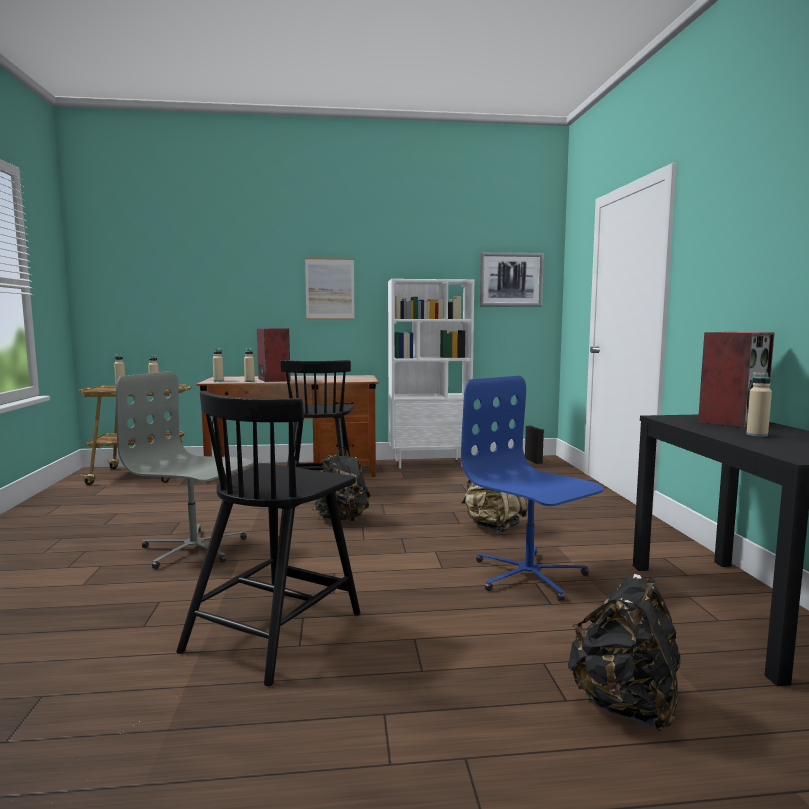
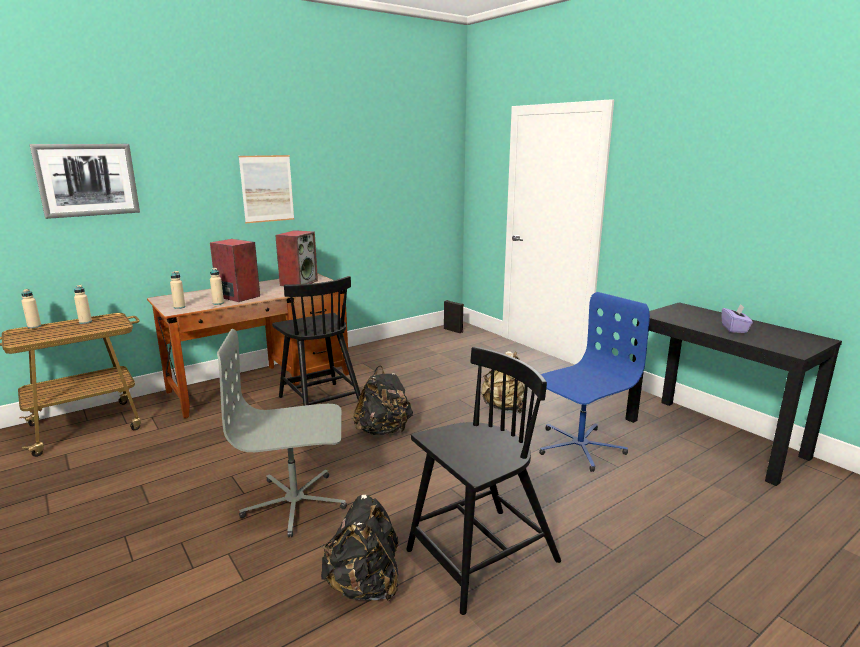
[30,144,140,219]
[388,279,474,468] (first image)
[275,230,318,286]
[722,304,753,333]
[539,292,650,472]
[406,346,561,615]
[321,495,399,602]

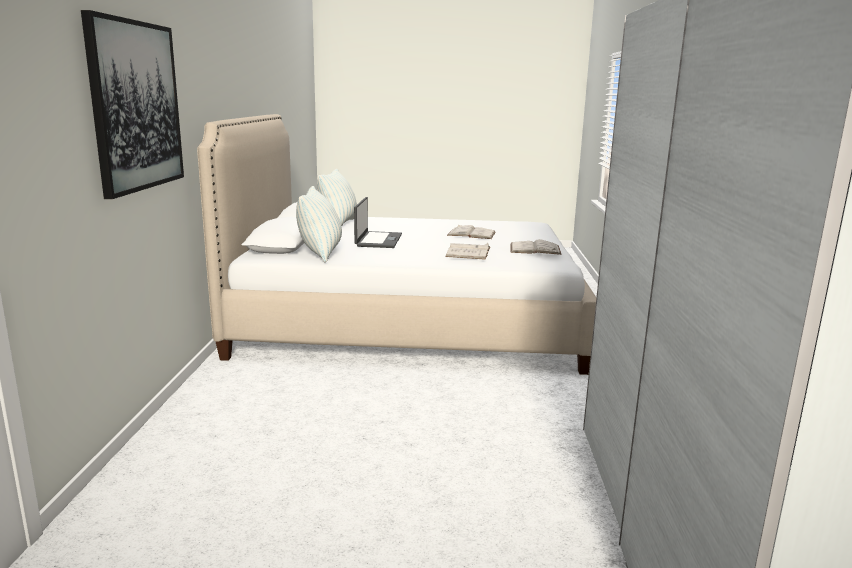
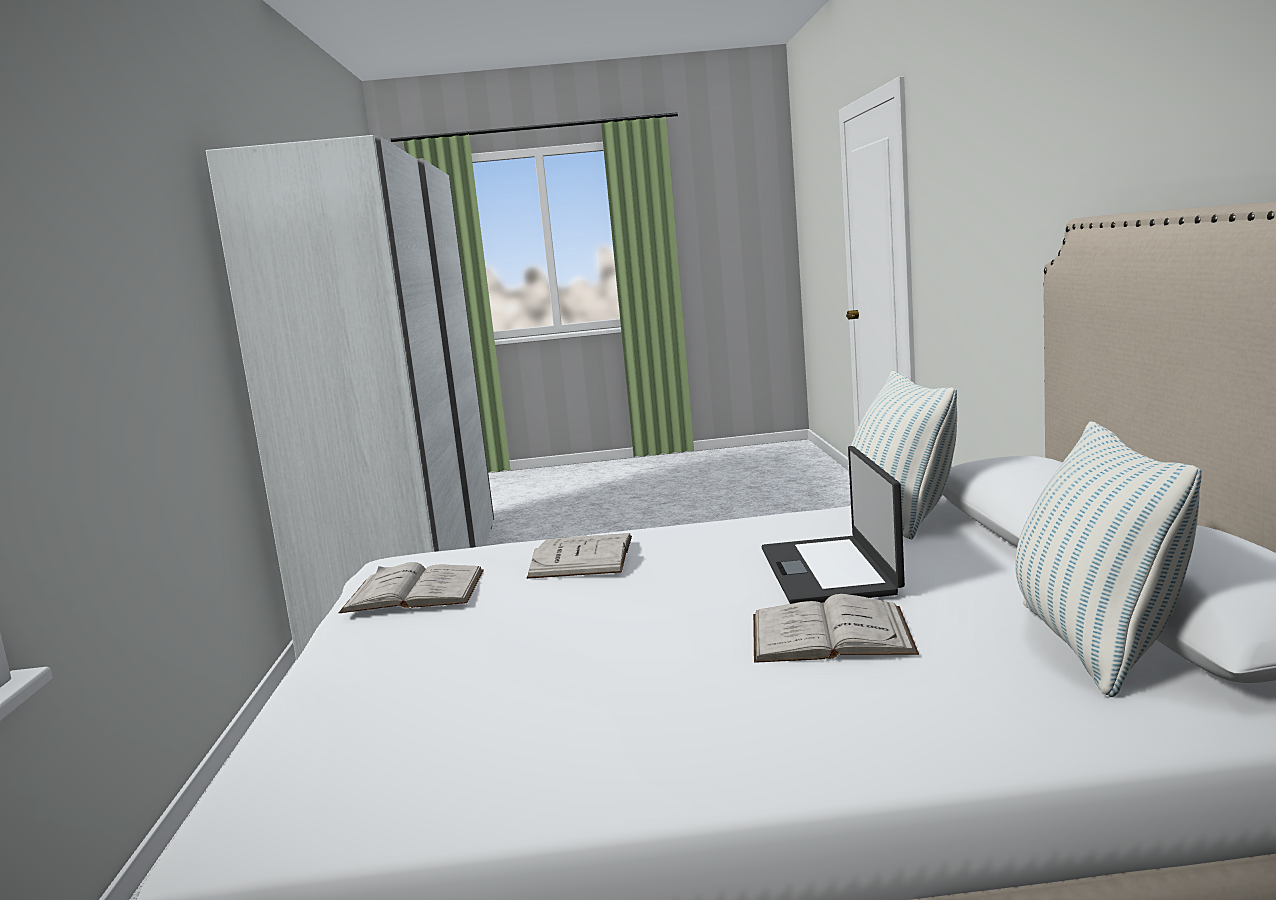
[81,10,184,199] (first image)
[753,594,919,663]

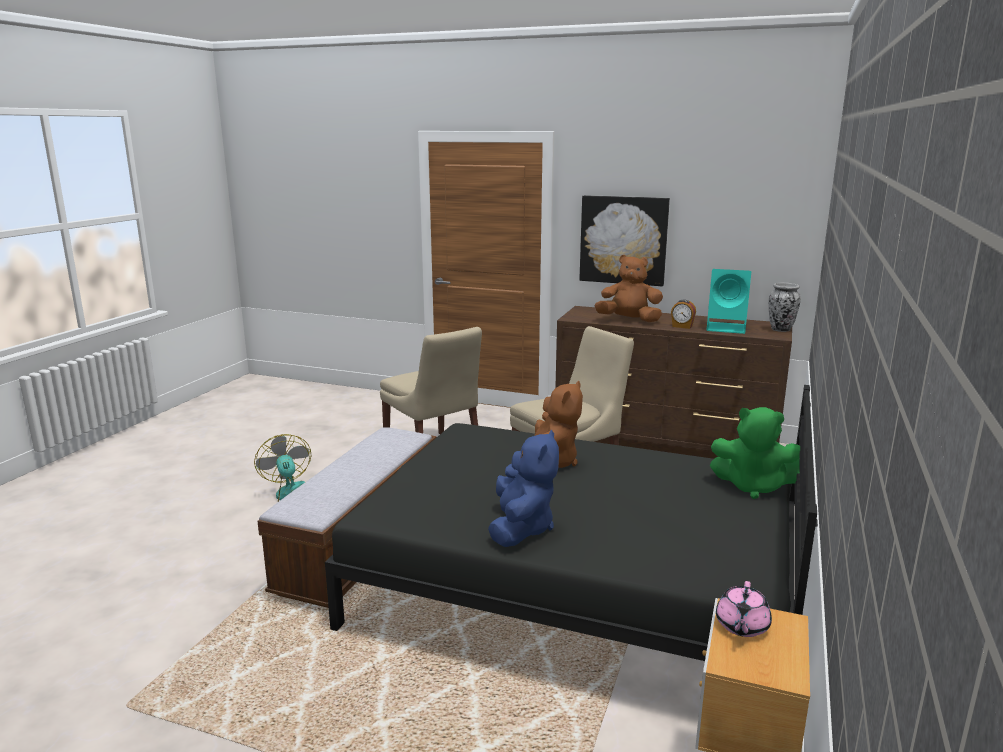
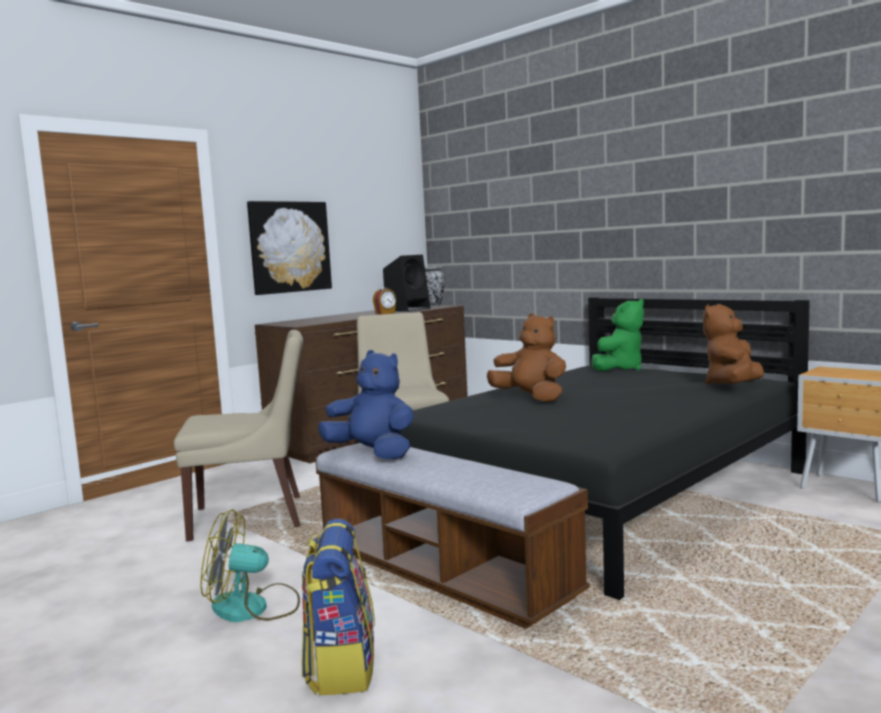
[703,304,764,384]
[383,255,431,312]
[318,350,414,459]
[716,581,772,637] (first image)
[302,519,375,695]

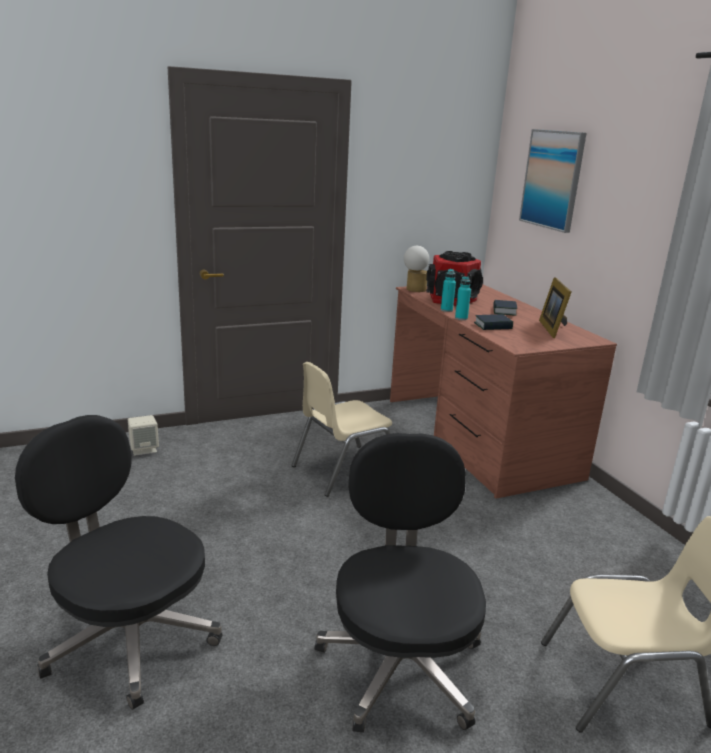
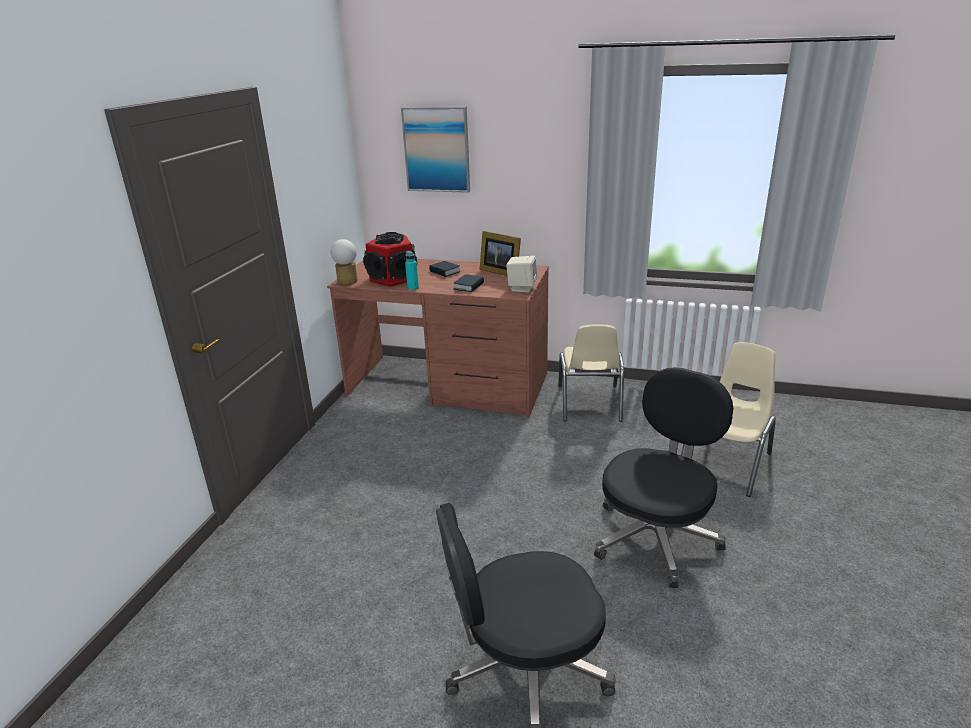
[455,276,471,320] (first image)
[558,324,624,422]
[506,256,537,292]
[594,367,733,588]

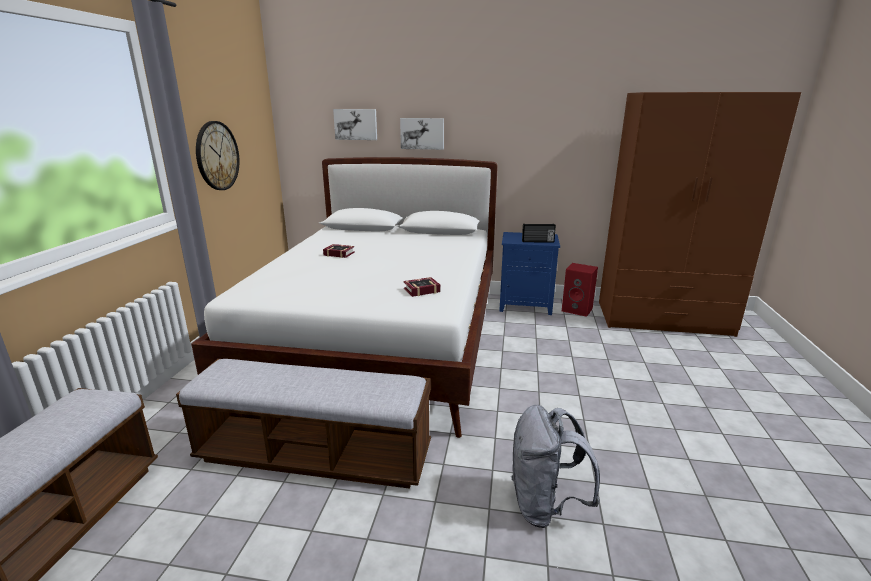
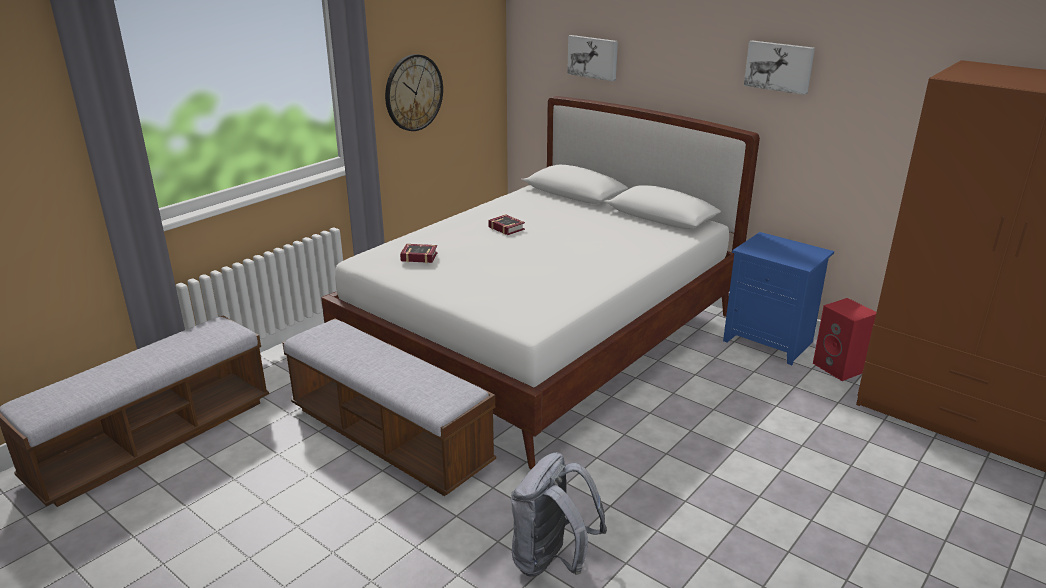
[744,40,815,95]
[522,224,556,242] (first image)
[400,244,438,263]

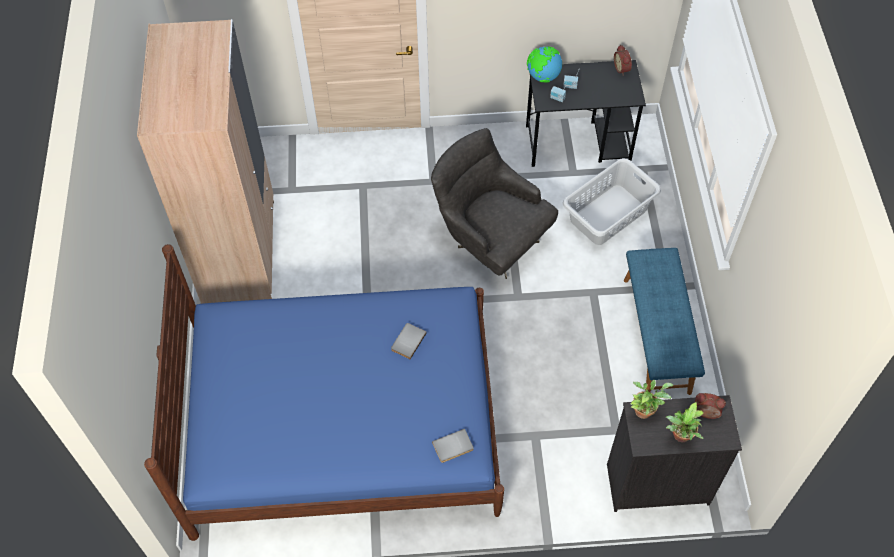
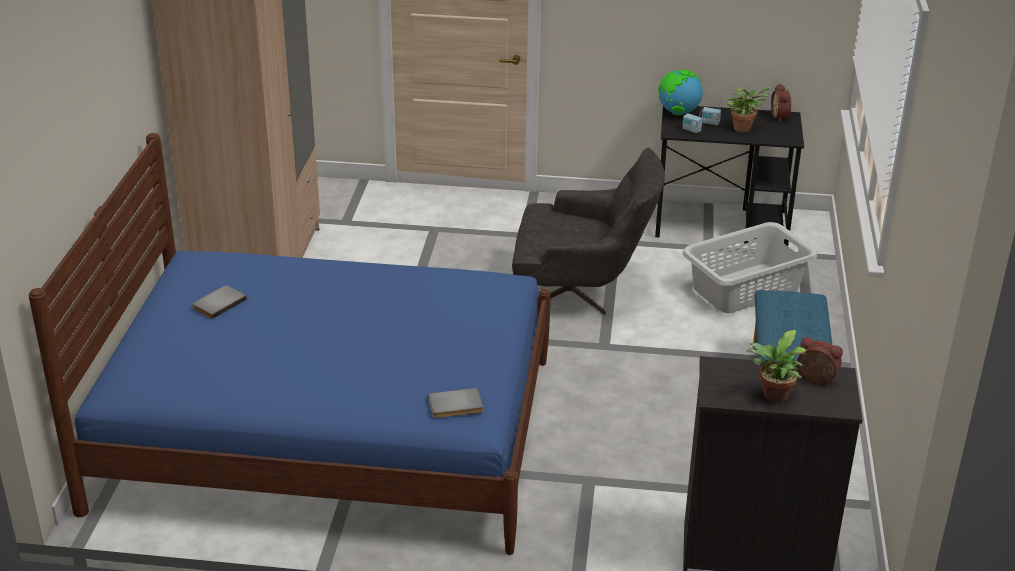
[512,148,665,315]
[192,285,247,319]
[727,87,772,132]

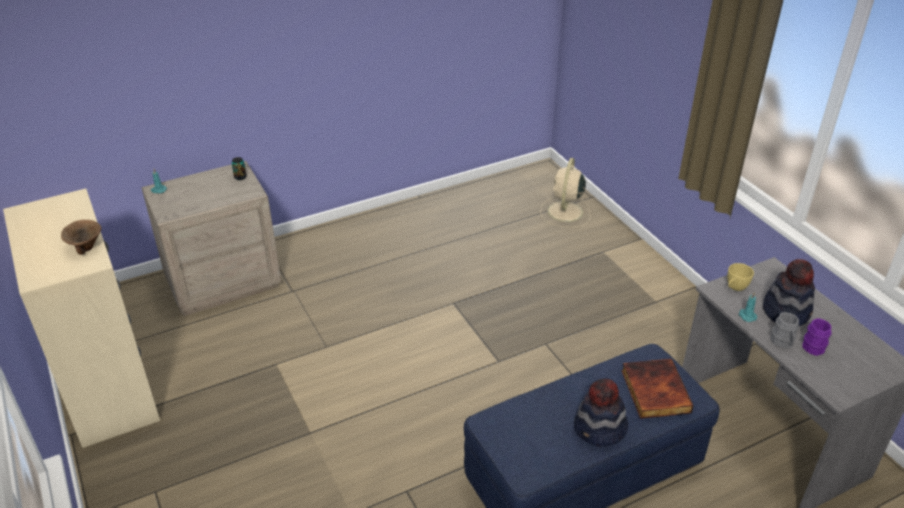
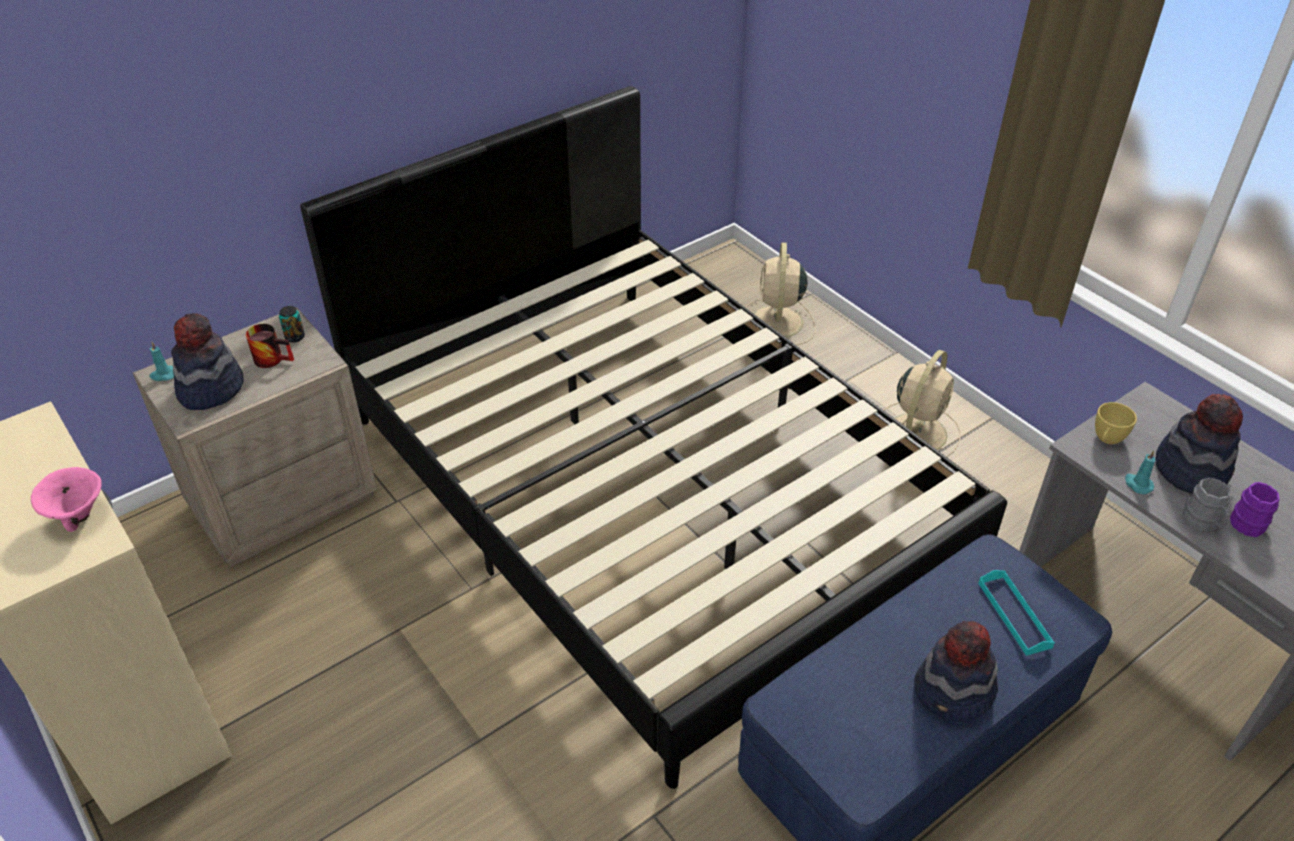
[31,467,102,532]
[978,570,1055,656]
[300,86,1007,789]
[171,313,244,410]
[246,324,294,368]
[884,350,961,457]

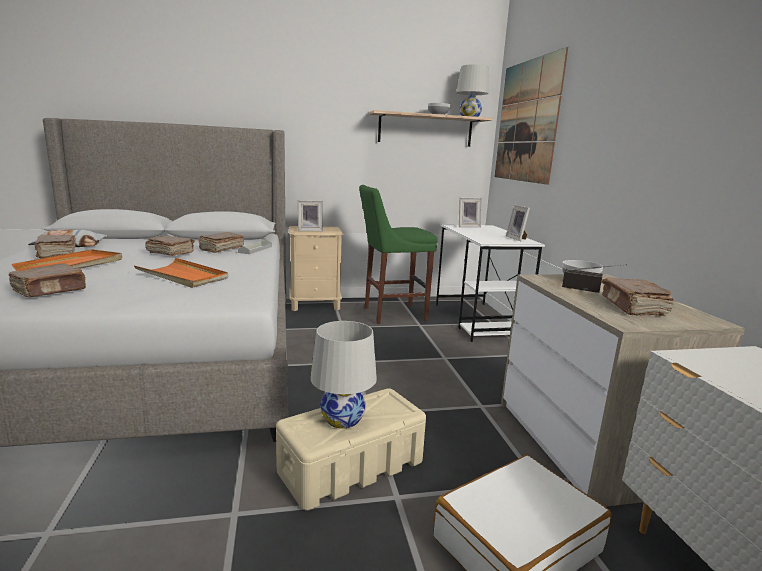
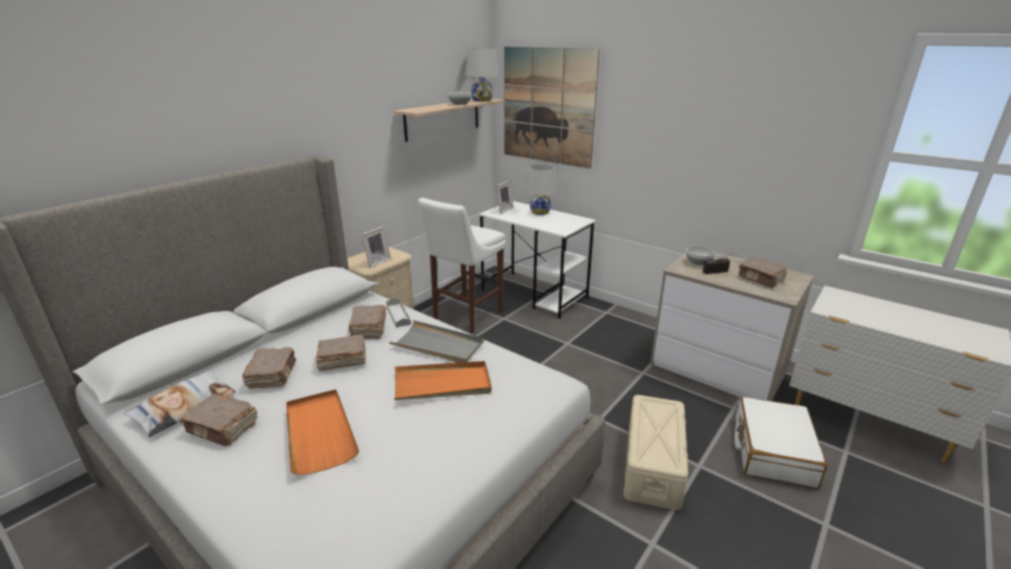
[418,198,506,333]
[506,204,530,241] (first image)
[242,347,296,389]
[525,164,557,215]
[389,320,484,363]

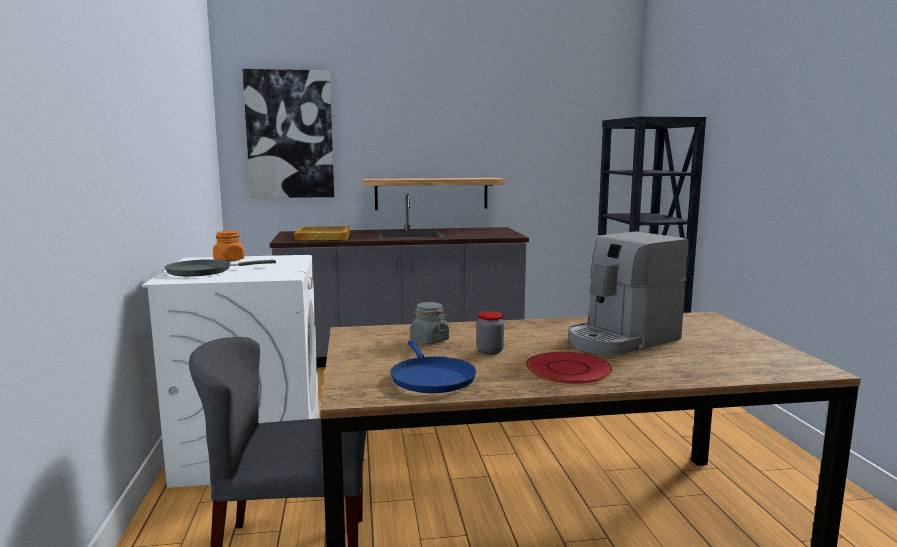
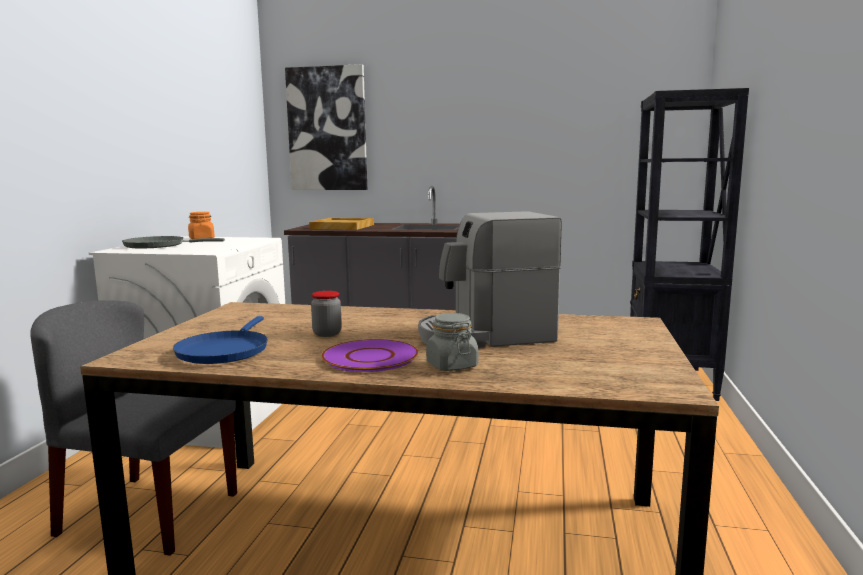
[363,178,505,210] (first image)
[426,313,478,371]
[321,339,419,372]

